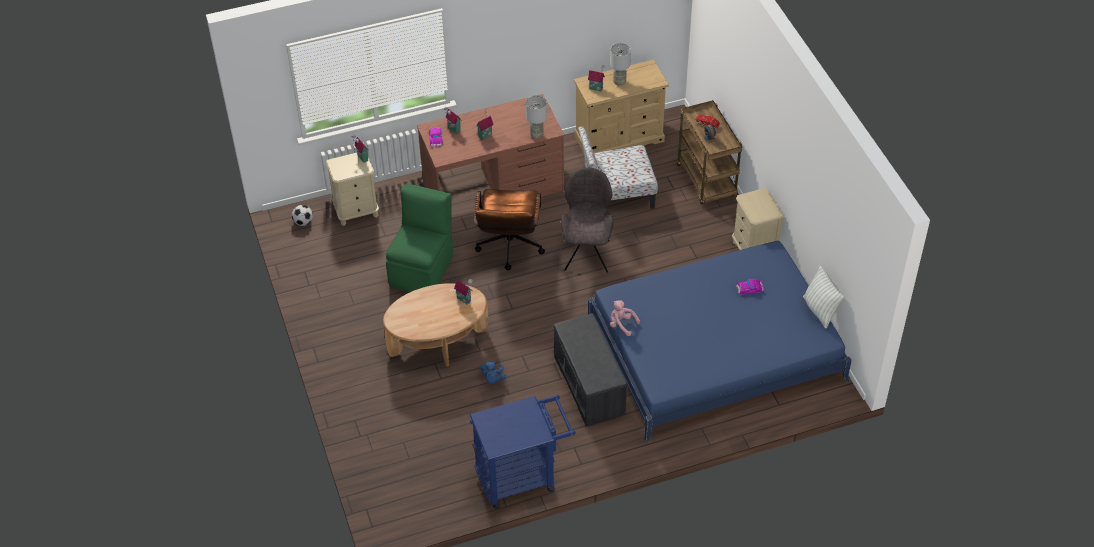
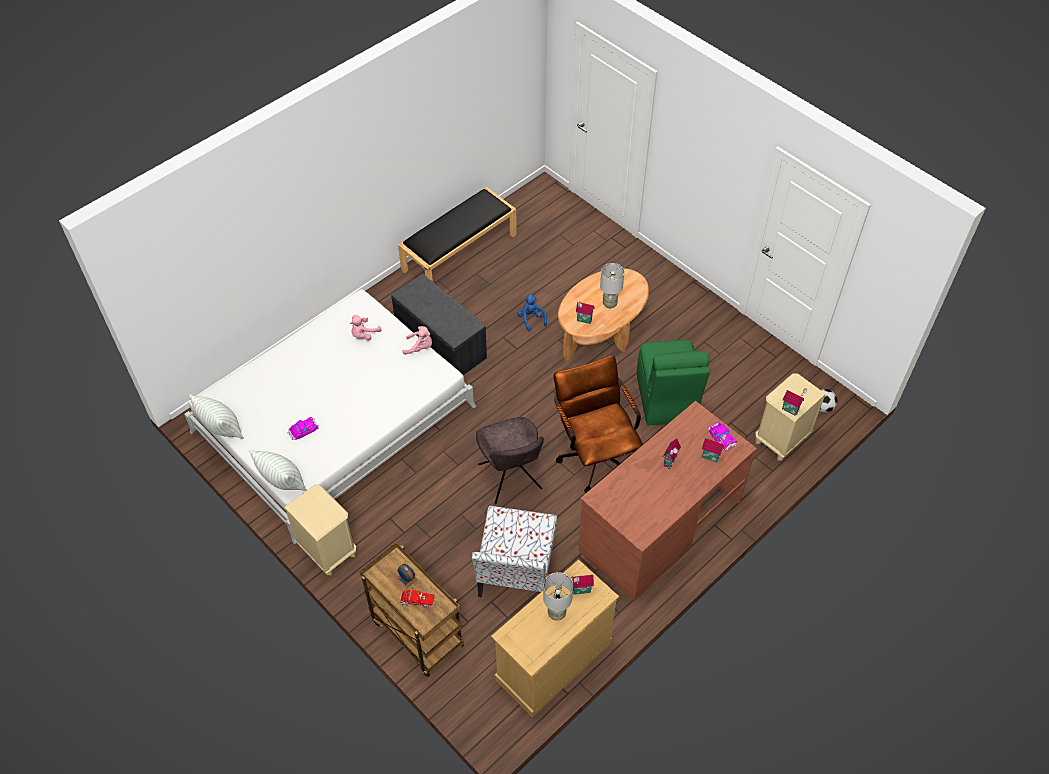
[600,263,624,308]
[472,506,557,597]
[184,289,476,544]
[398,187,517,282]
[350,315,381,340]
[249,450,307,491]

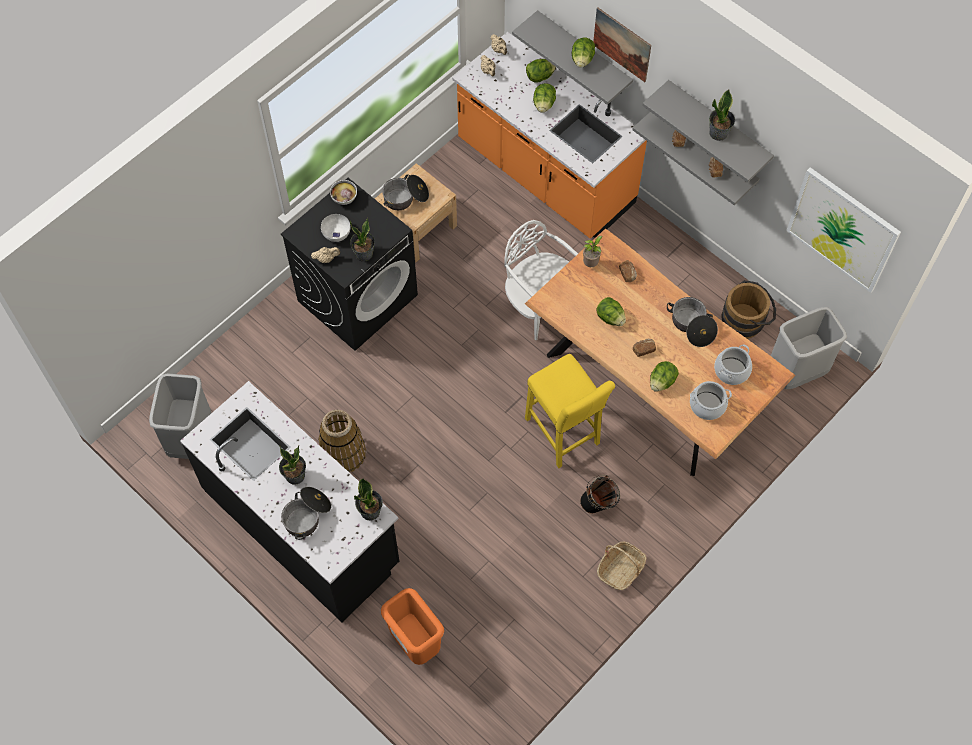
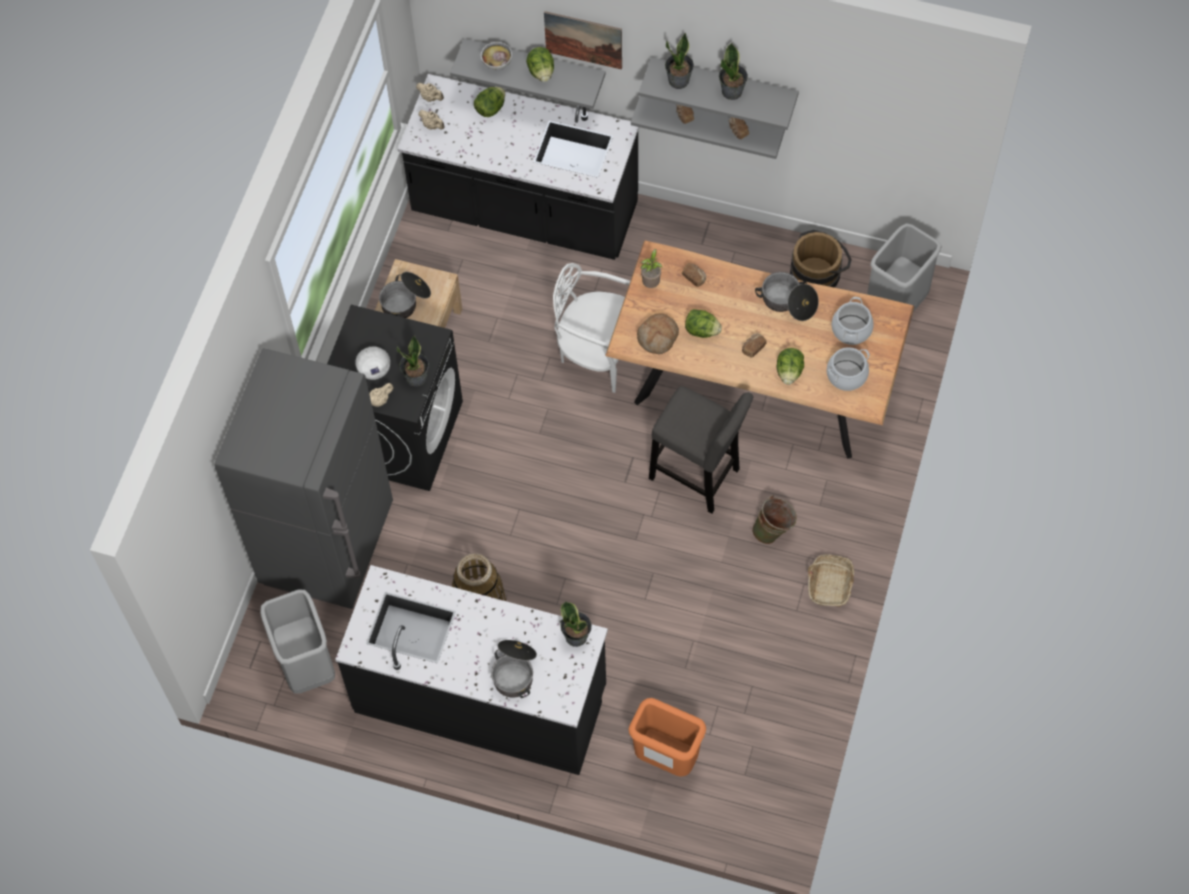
[398,74,639,260]
[533,83,556,113] (first image)
[786,167,901,293] (first image)
[481,42,512,70]
[649,386,754,514]
[665,33,694,89]
[752,495,797,544]
[637,313,679,354]
[214,348,393,609]

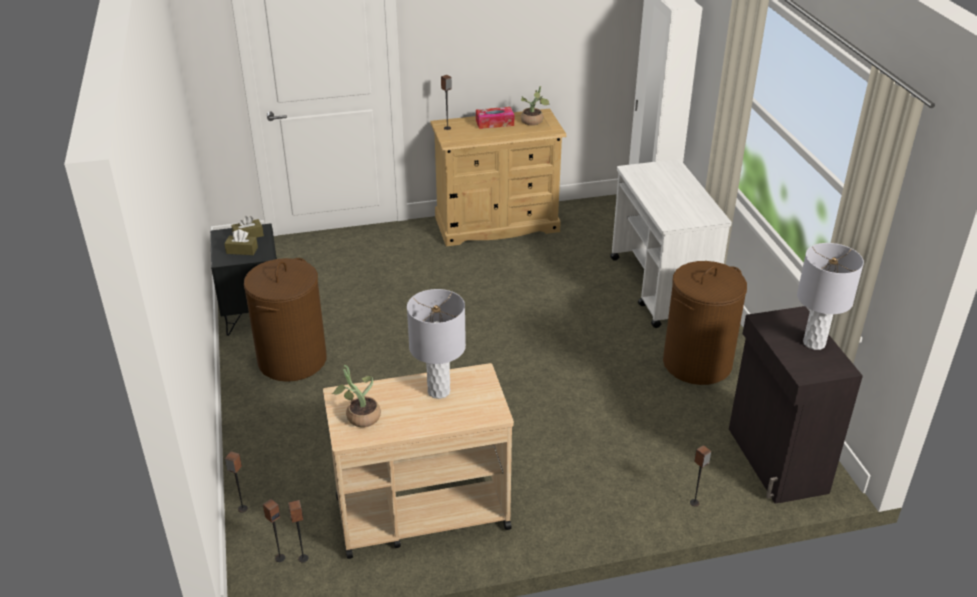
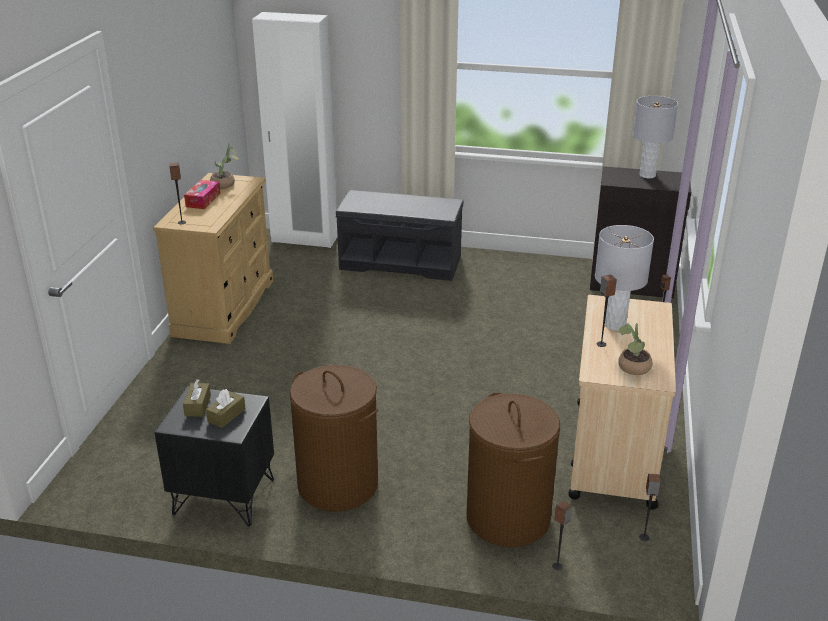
[336,190,463,281]
[466,392,560,547]
[596,275,617,347]

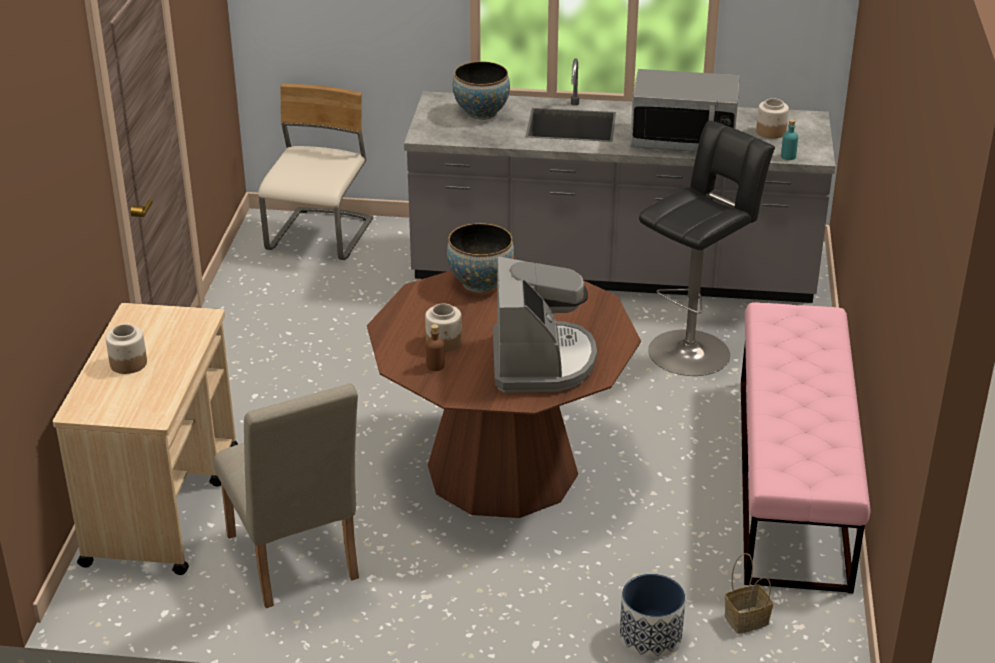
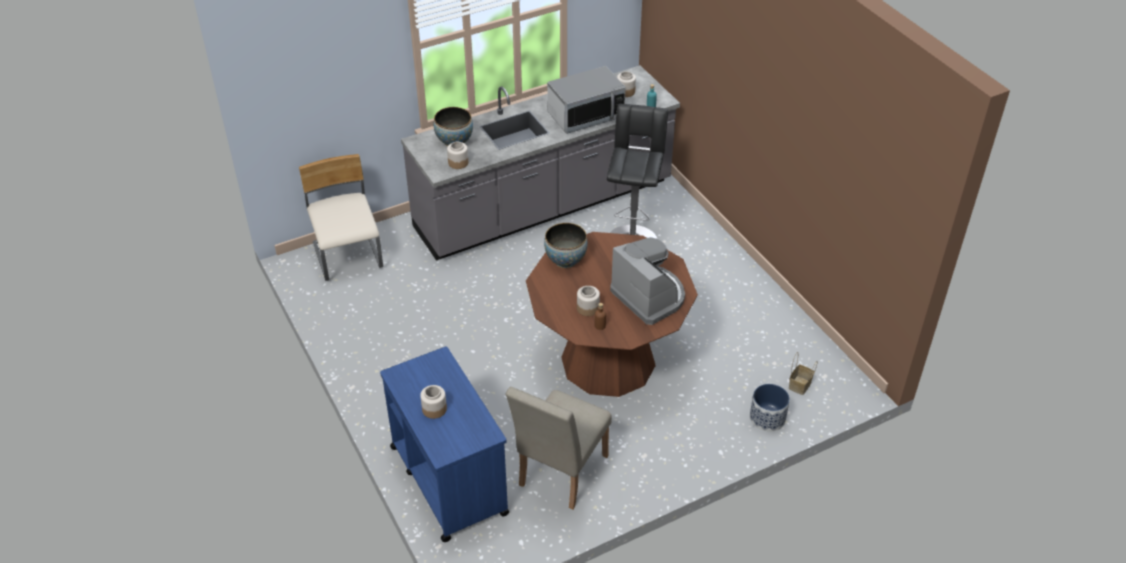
[741,302,871,593] (first image)
[380,346,510,542]
[506,387,612,509]
[447,142,468,169]

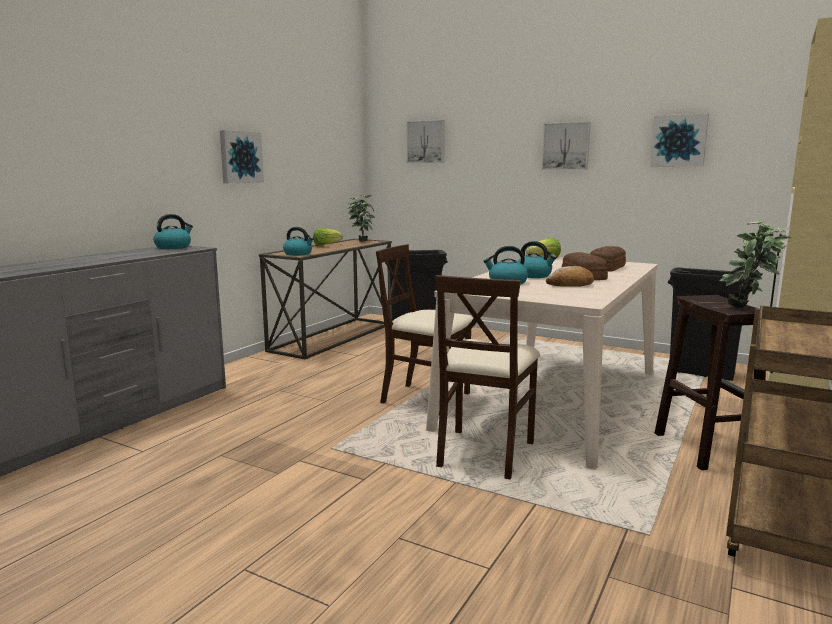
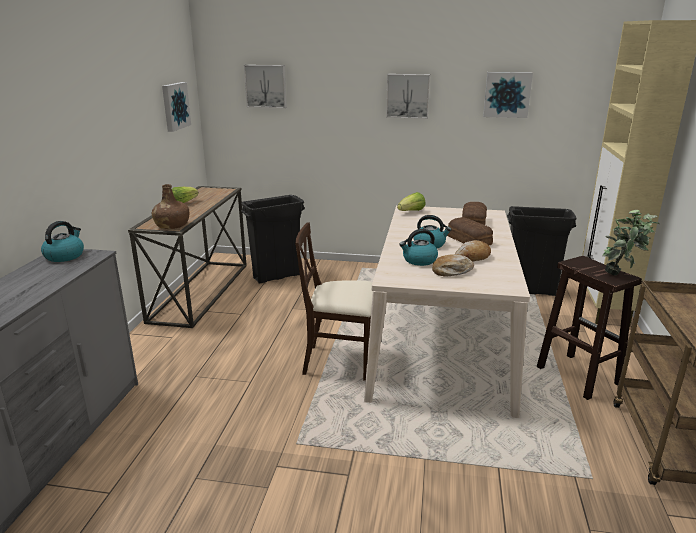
[162,82,191,132]
[348,195,375,242] (first image)
[152,184,189,229]
[435,275,540,479] (first image)
[432,254,474,277]

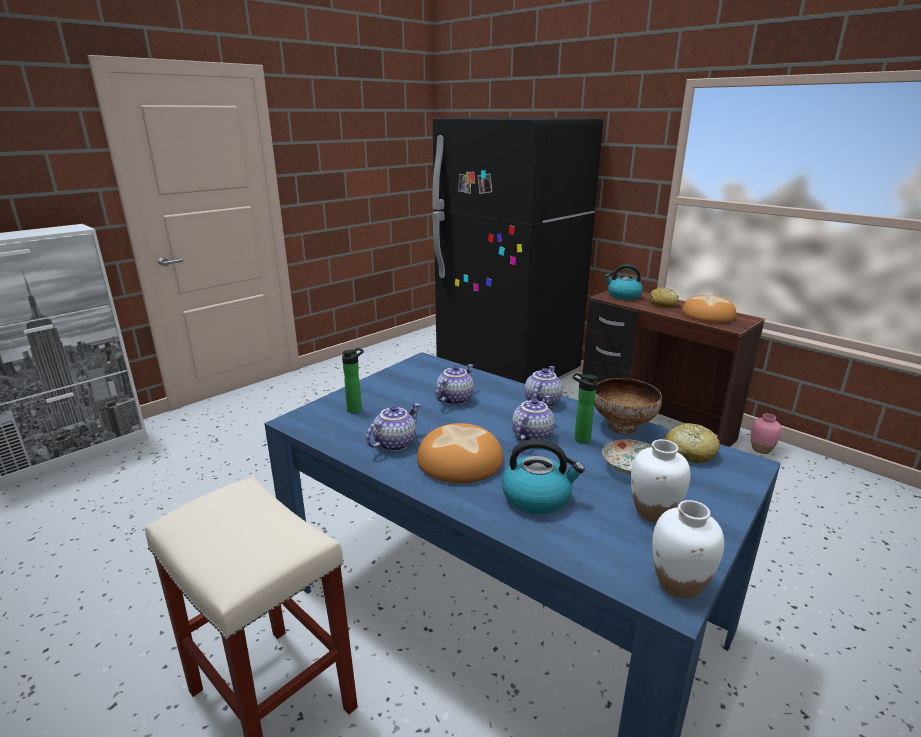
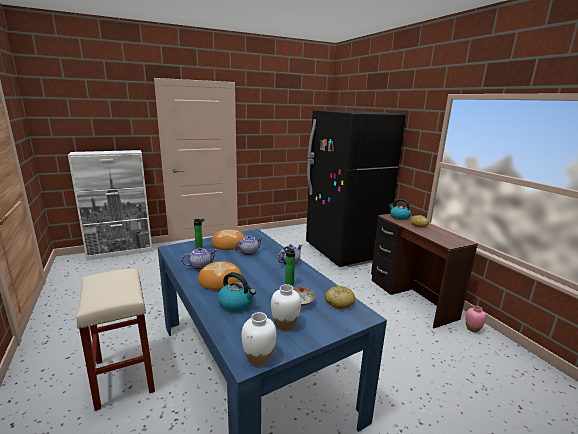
[211,229,245,250]
[594,378,662,434] (first image)
[512,395,555,441] (first image)

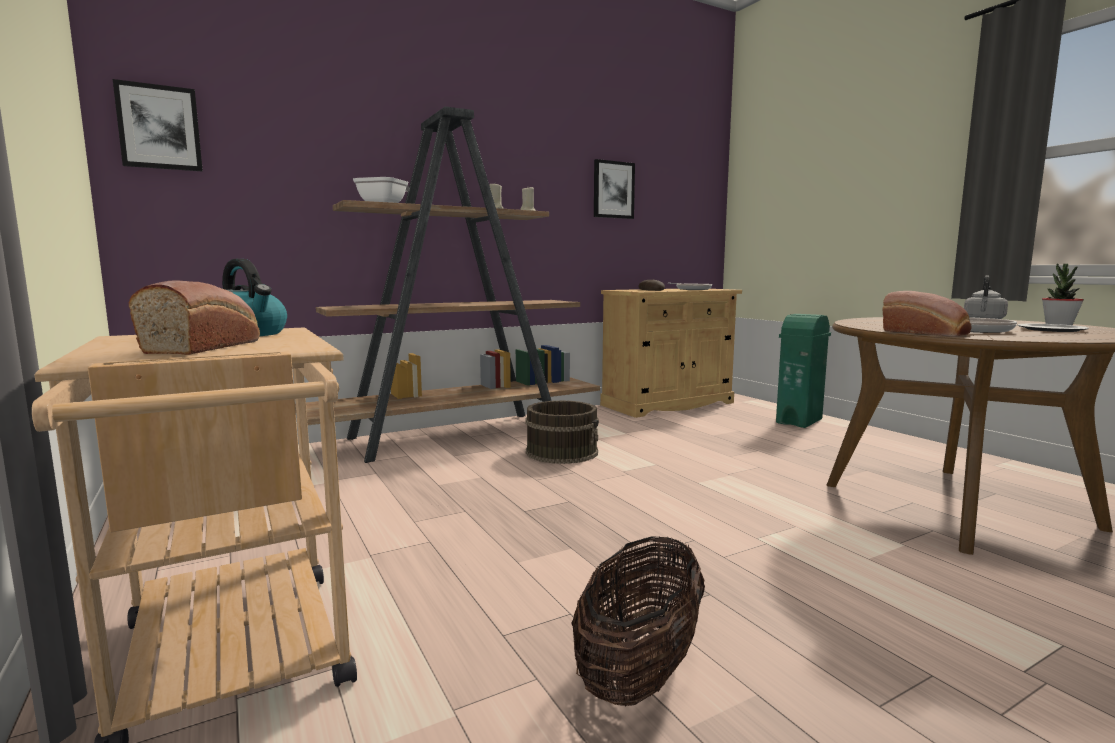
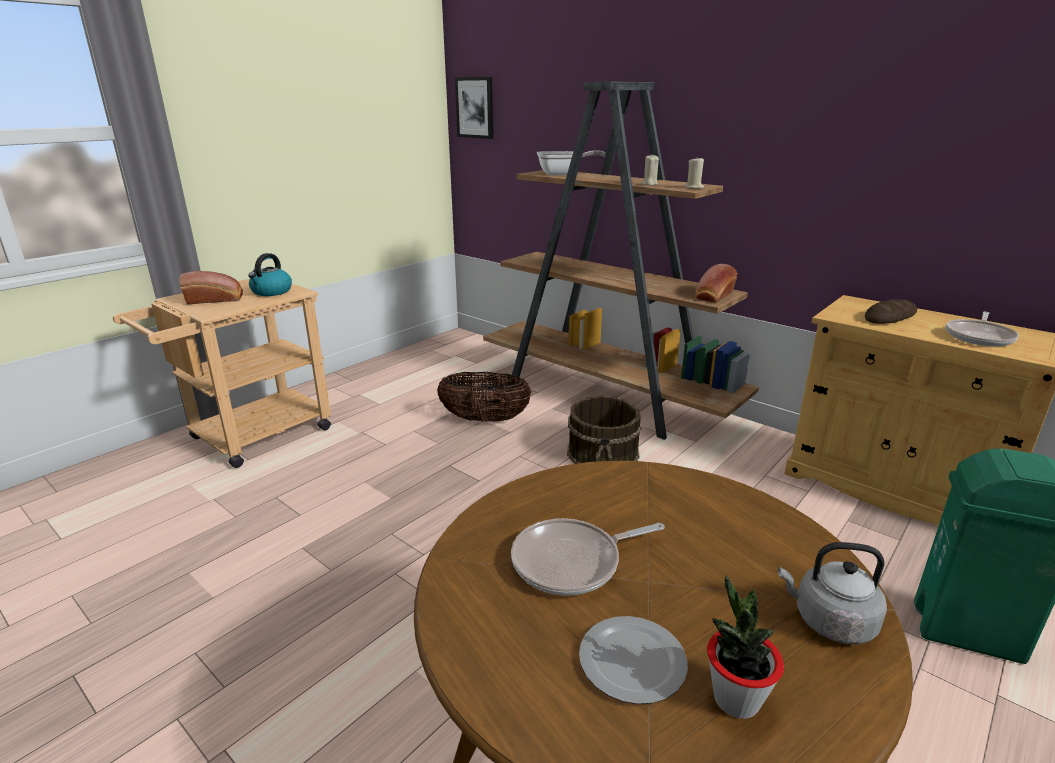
[594,159,635,219] (first image)
[695,264,737,302]
[437,372,532,422]

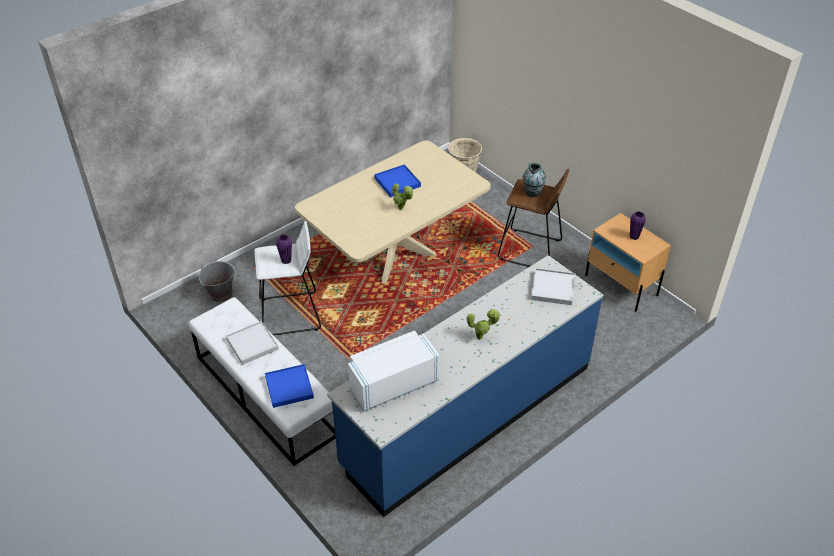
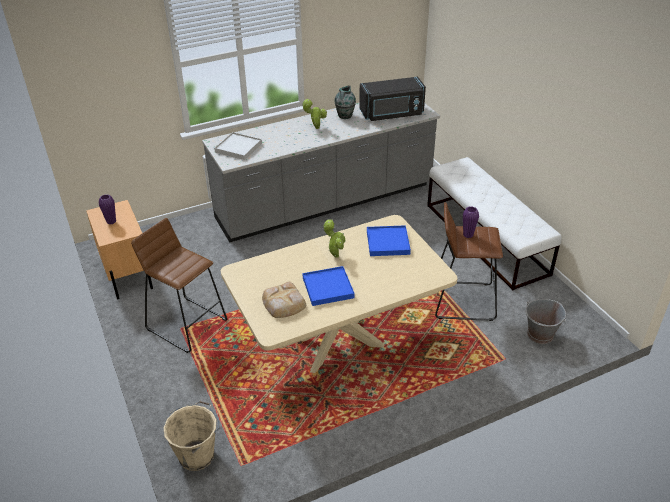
[334,85,356,119]
[435,202,503,321]
[202,103,440,243]
[226,321,279,365] (first image)
[359,77,426,121]
[367,225,411,256]
[262,282,306,318]

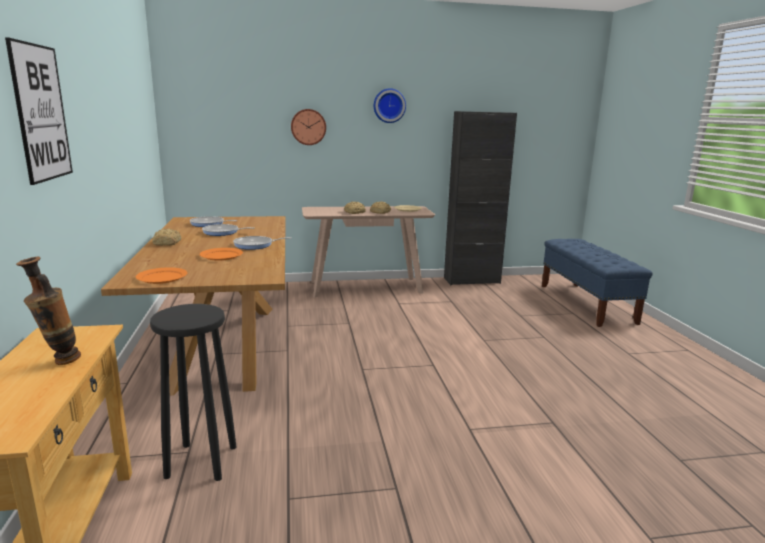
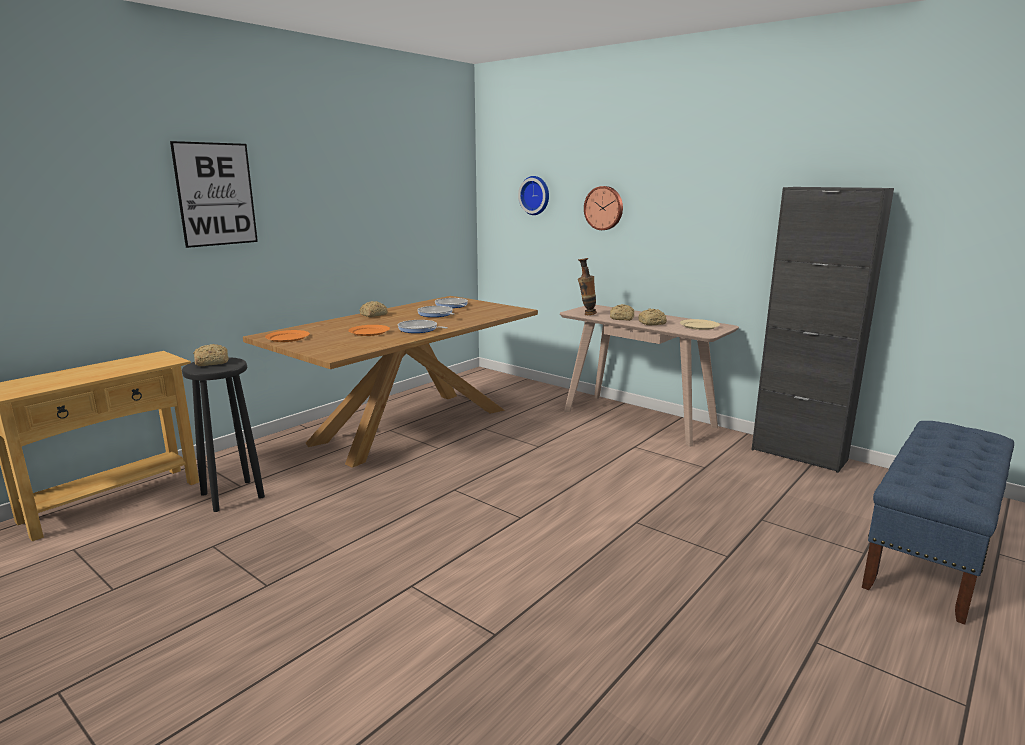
[518,176,549,215]
[578,258,597,315]
[193,344,229,366]

